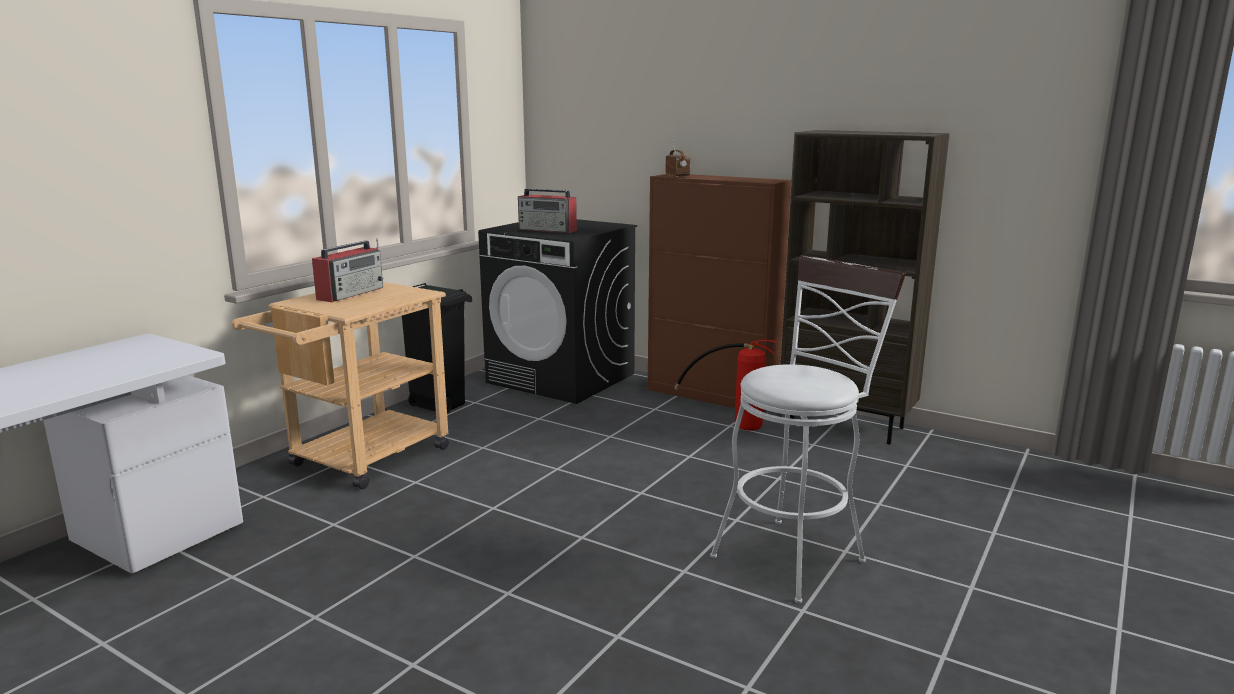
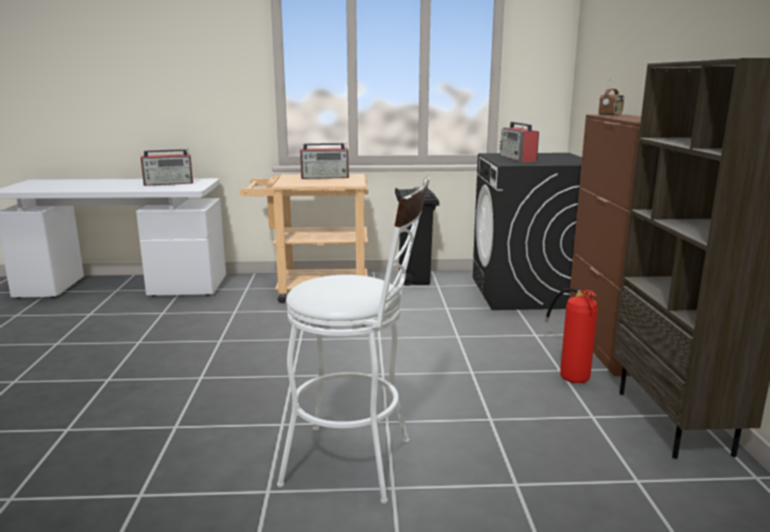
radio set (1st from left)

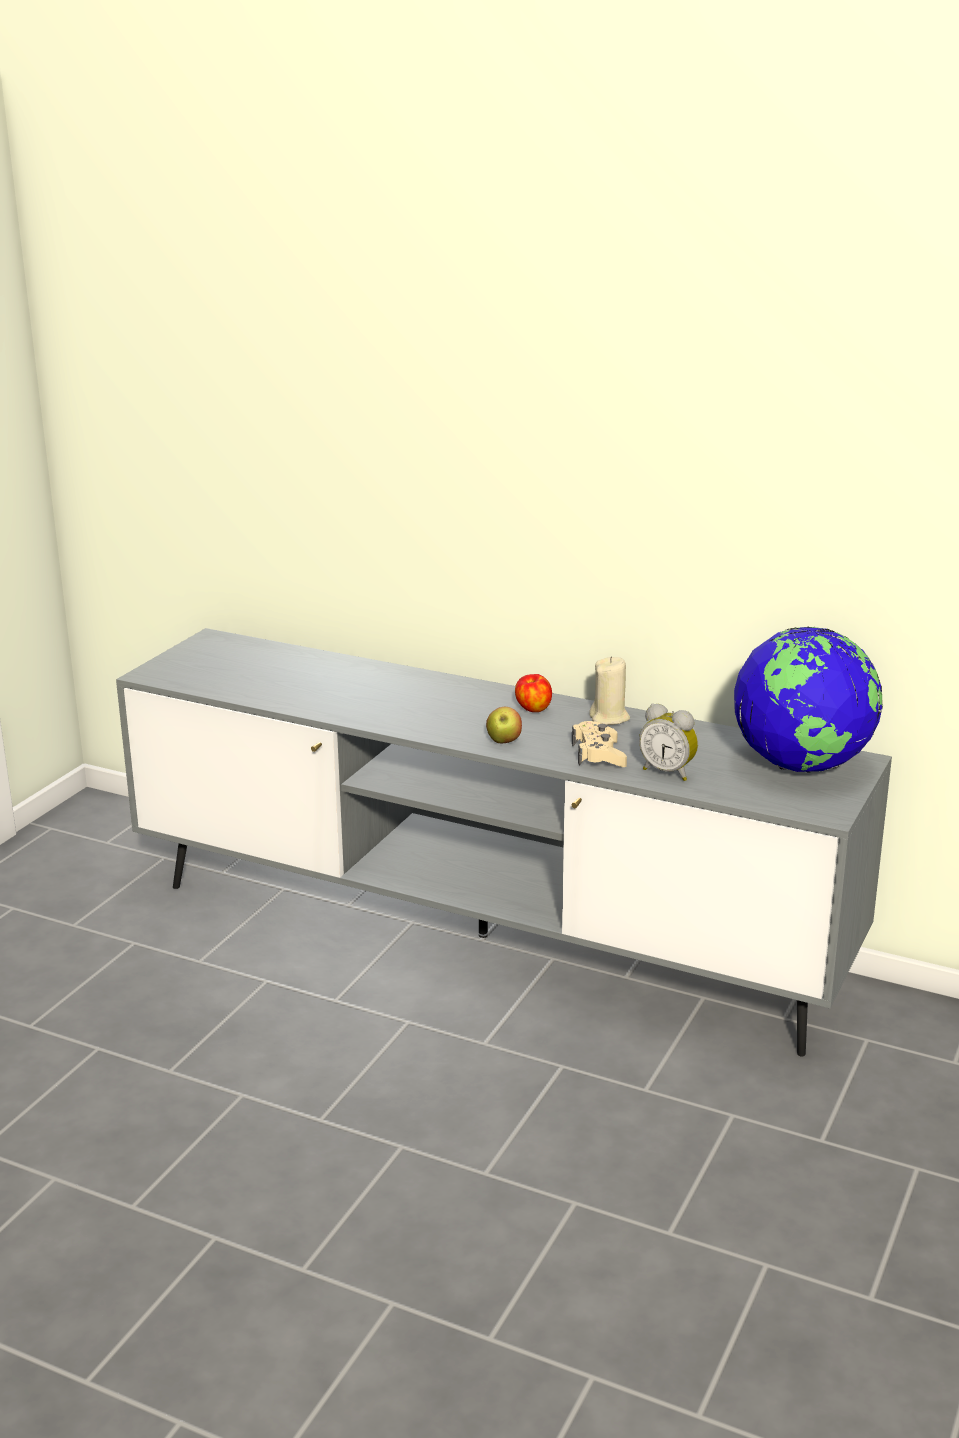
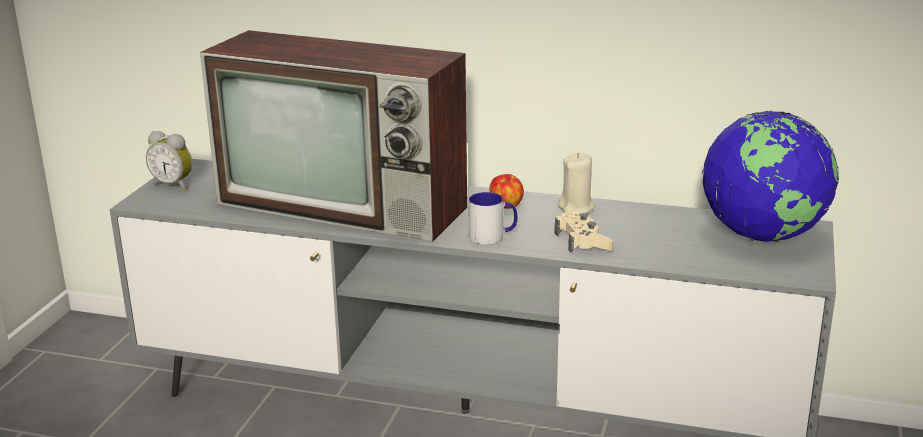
alarm clock
mug
television

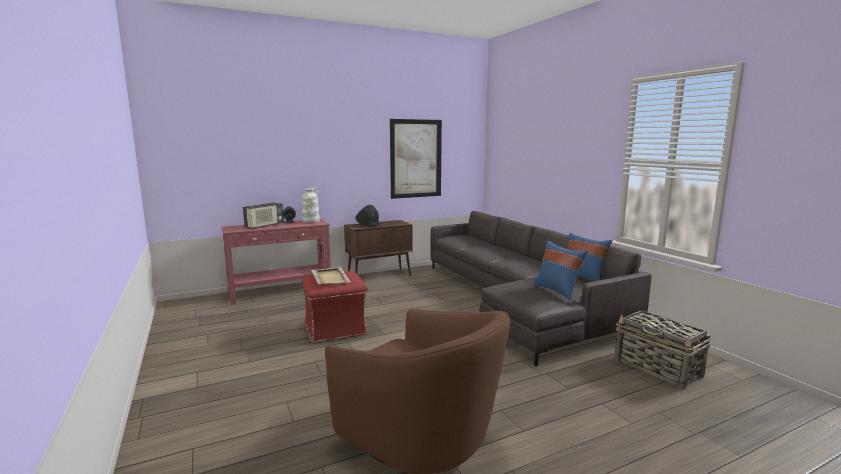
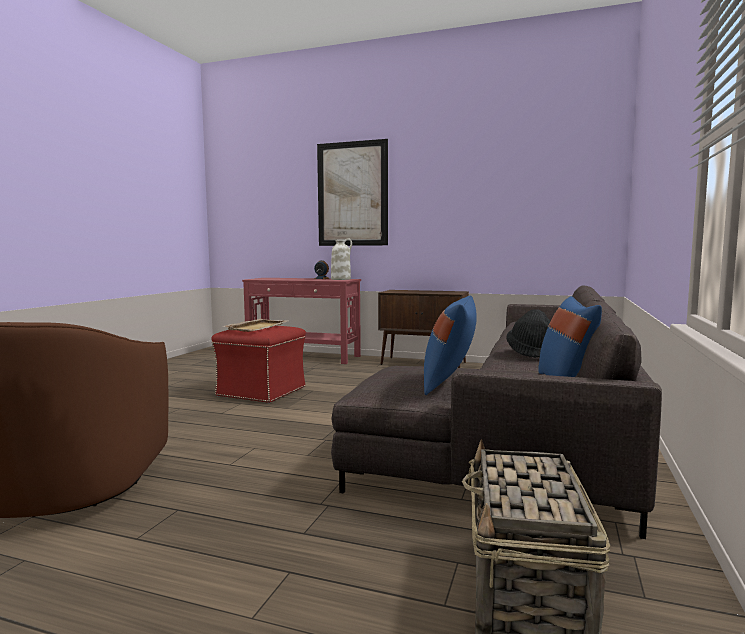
wall art
radio set
clothing hat (black-coloured)

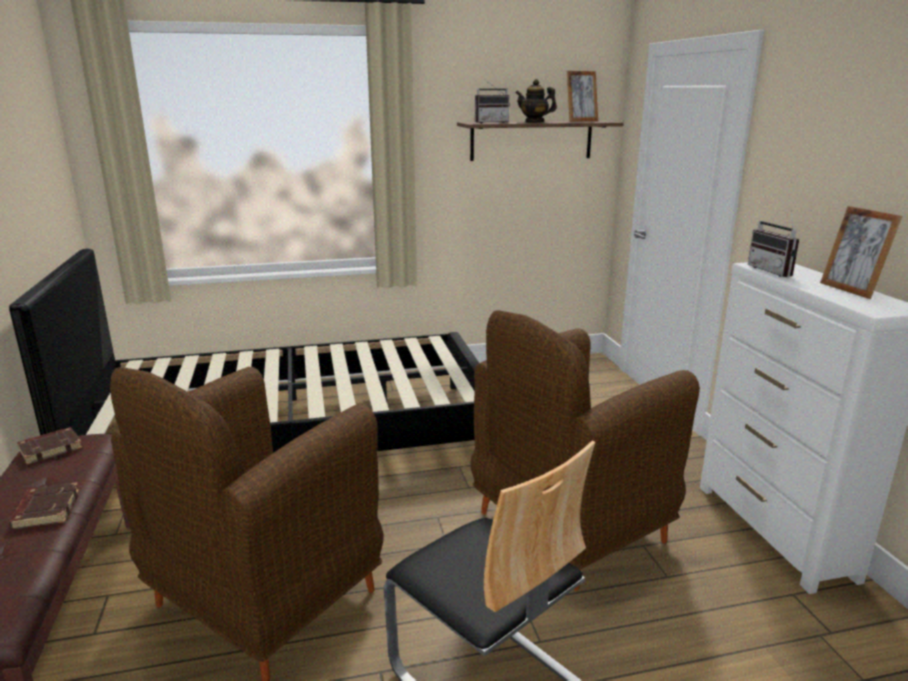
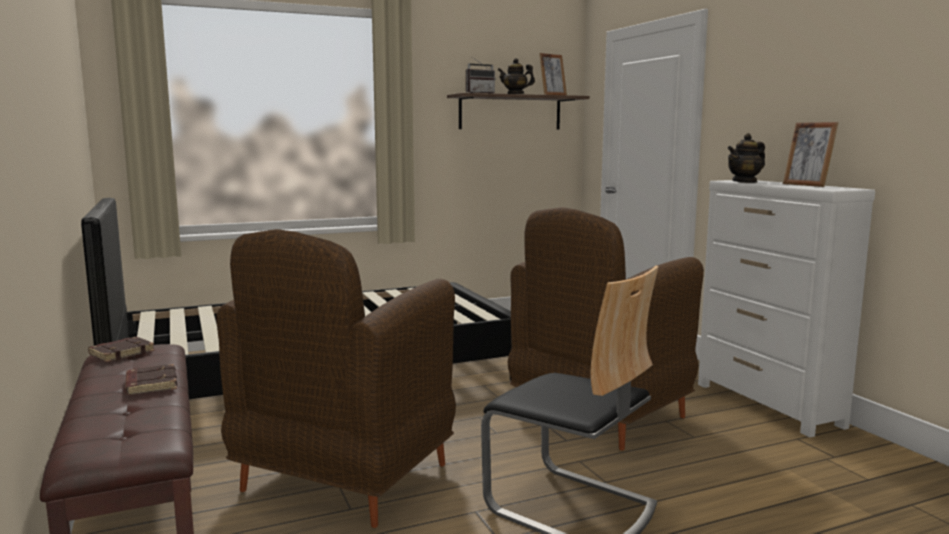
pot for tea (2nd from left)

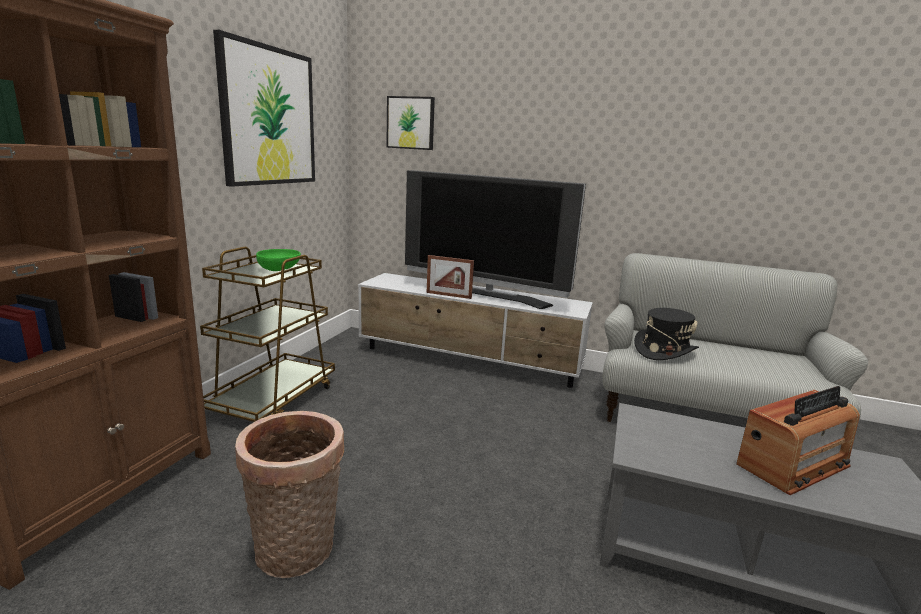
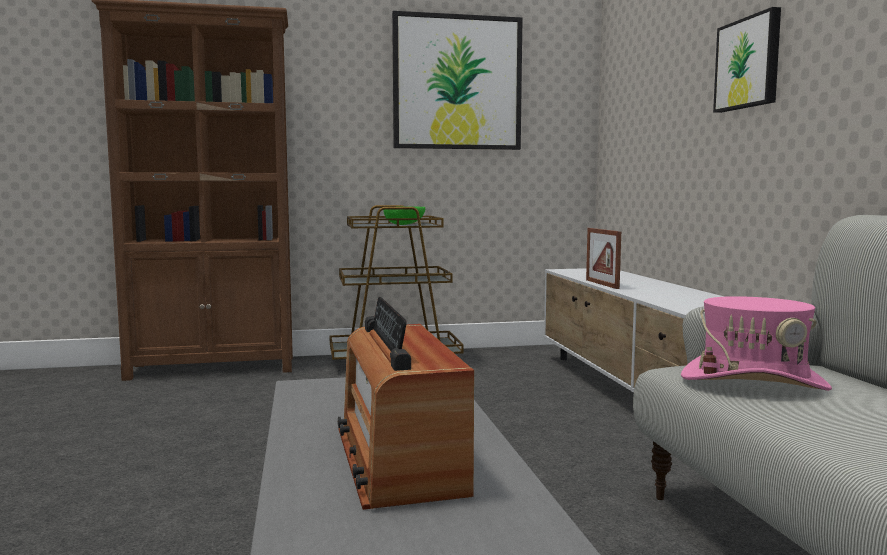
wall art (2nd from left)
television
clothing hat (pink)
radio set
basket

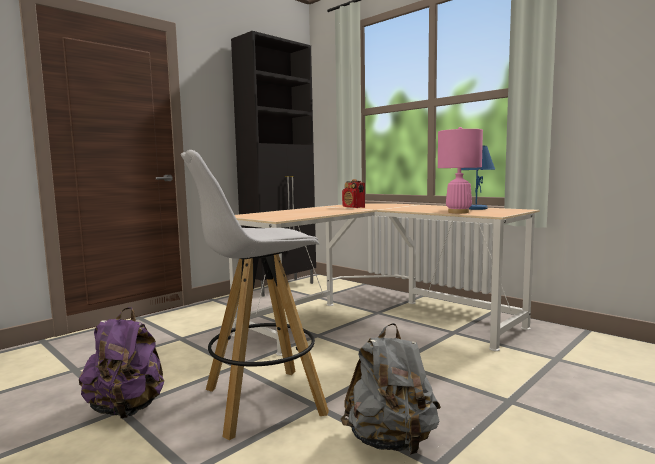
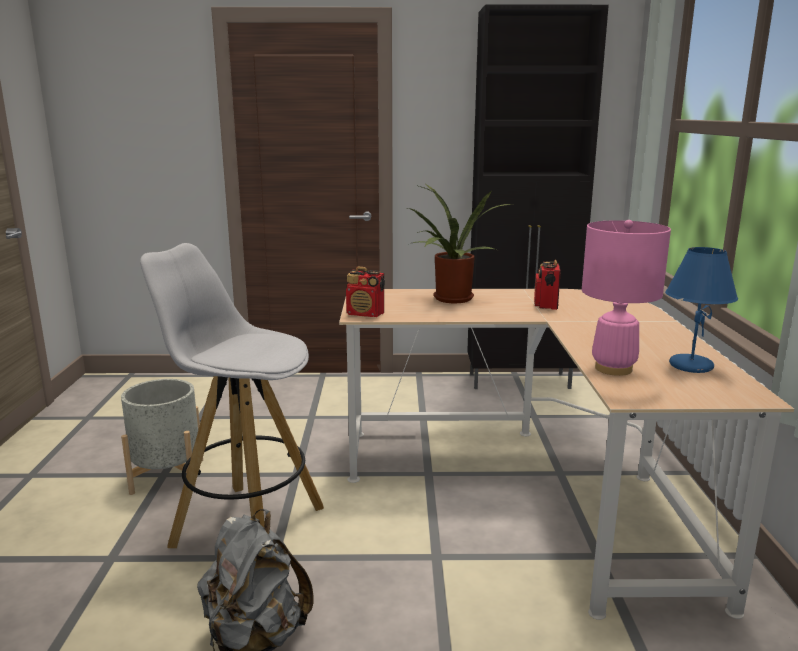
plant pot (grey)
potted plant
radio set (1st from left)

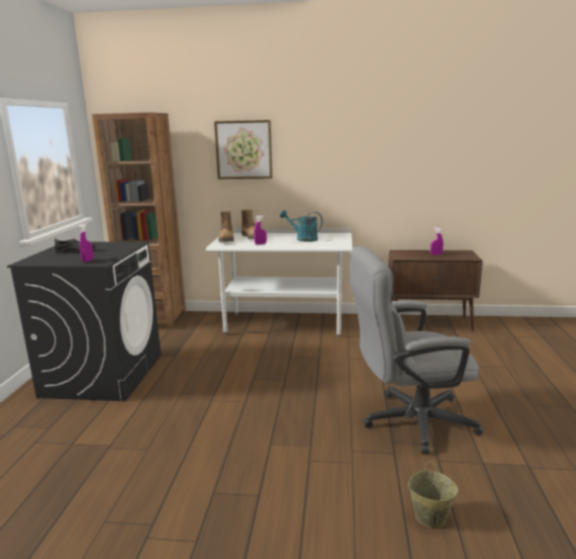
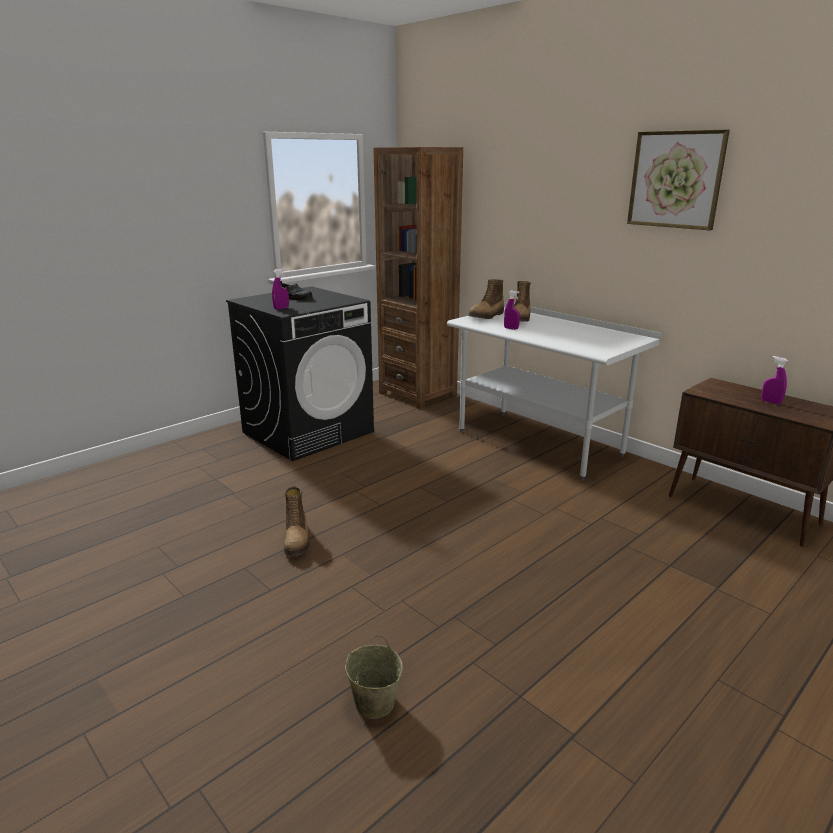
wall art
watering pot (blue-green)
computer chair (grey)
tall boot (1st from left)

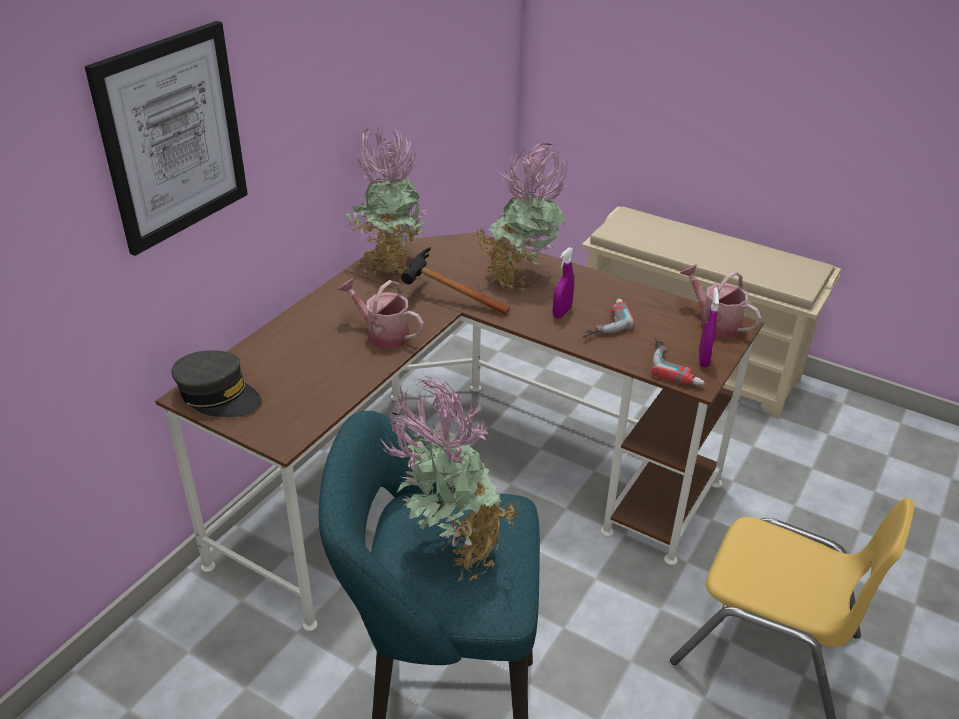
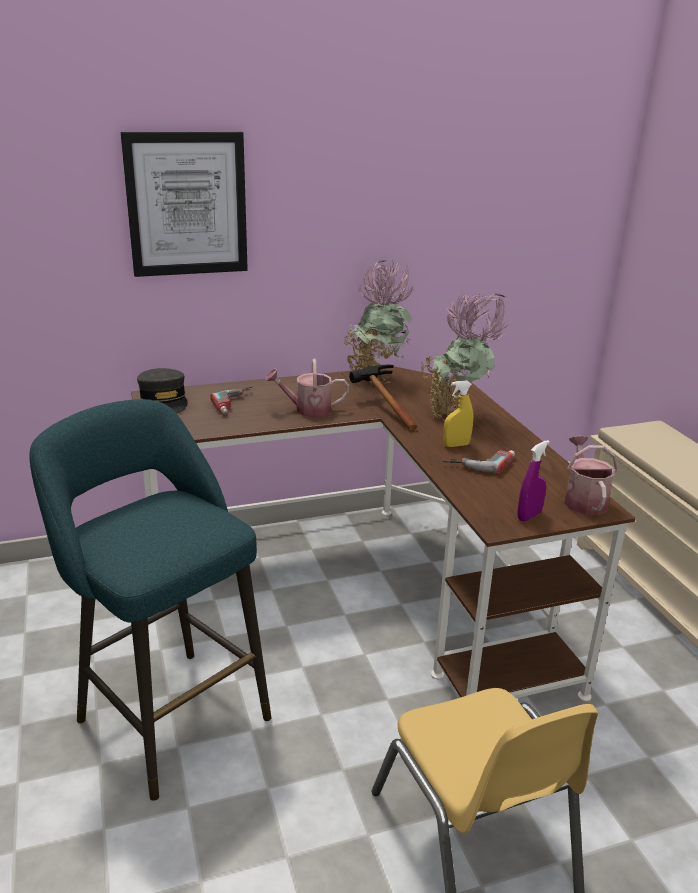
spray bottle (yellow)
watering pot (1st from left)
drill (1st from left)
potted plant (2nd from left in the first image)

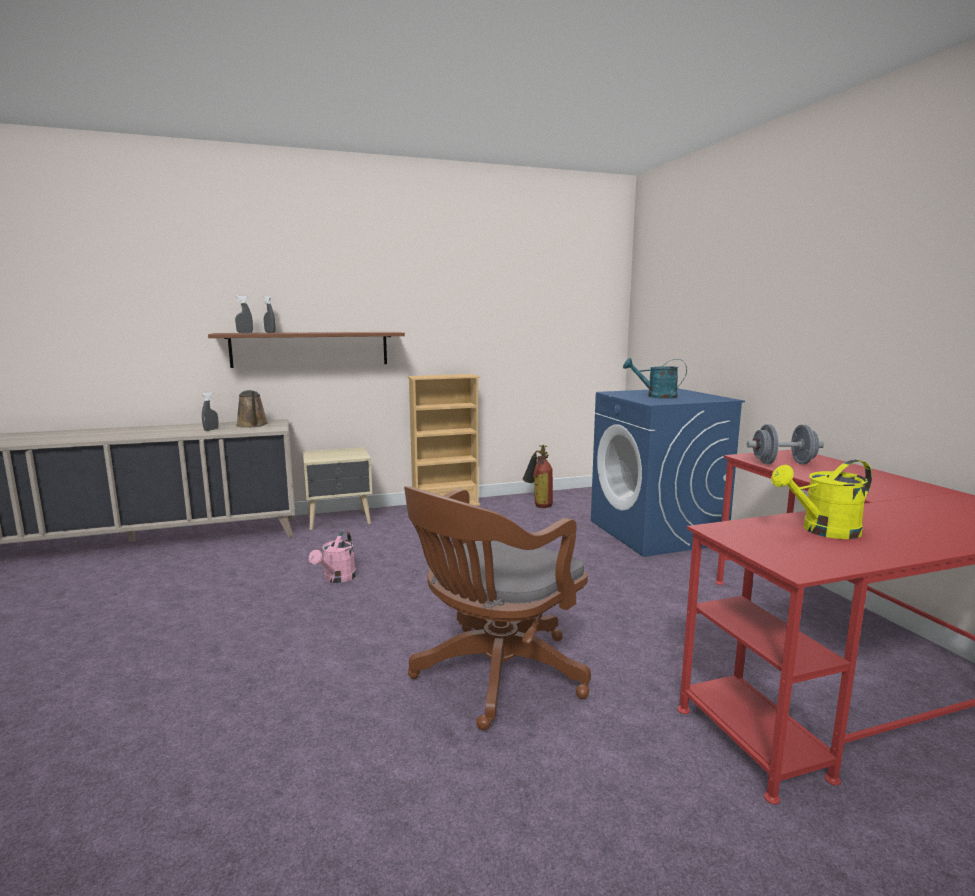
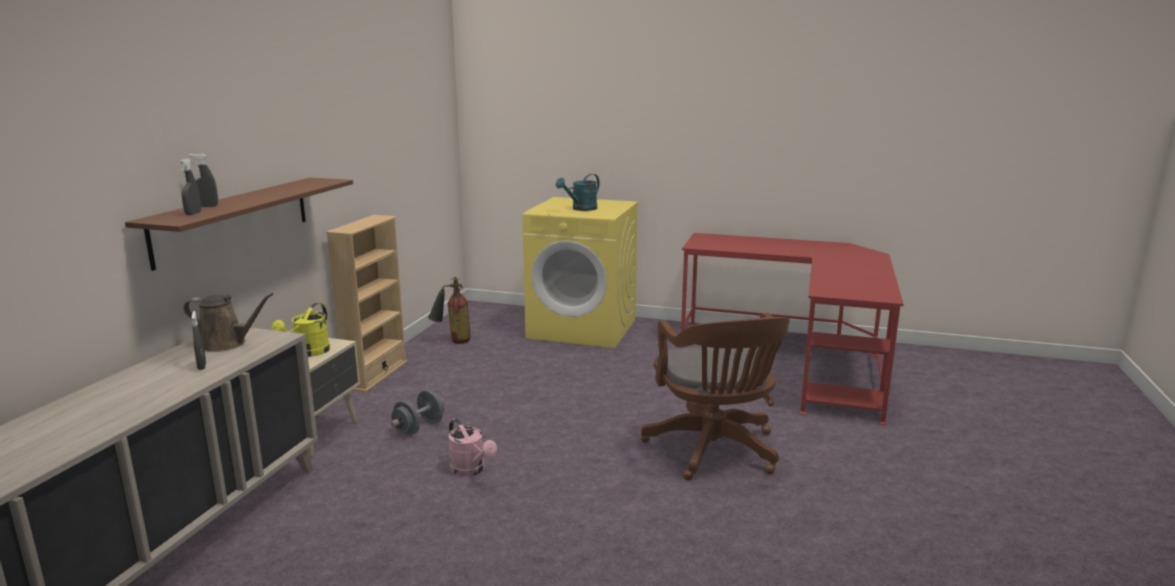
laundry appliance (yellow)
dumbbell (grey)
watering pot (yellow)

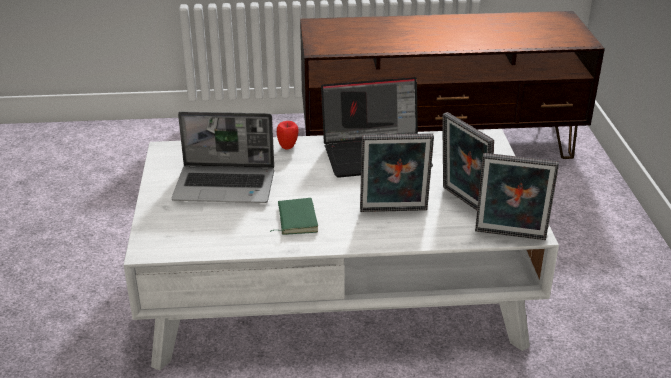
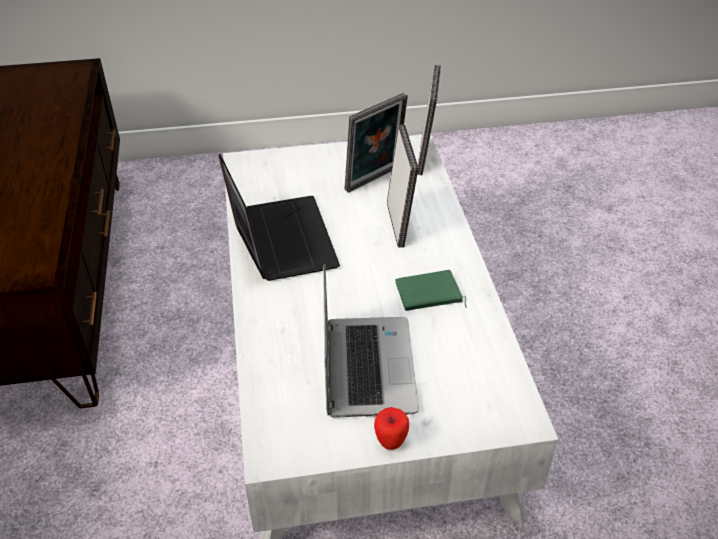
whole apple

